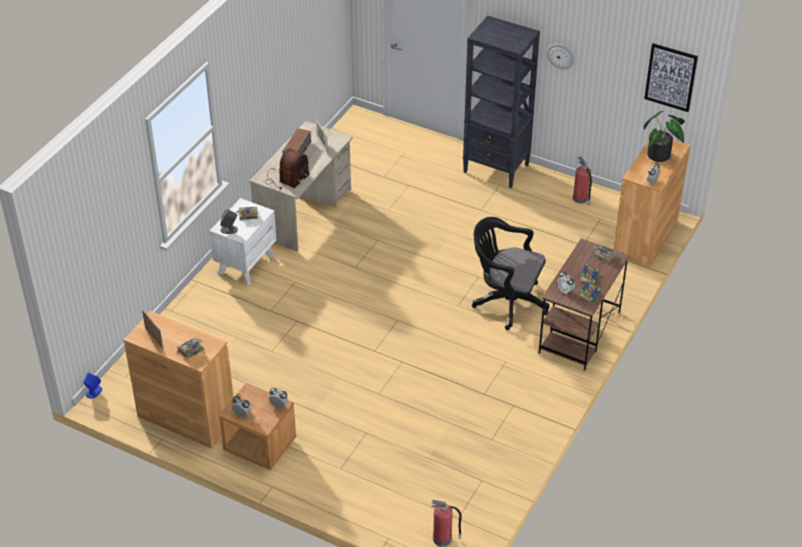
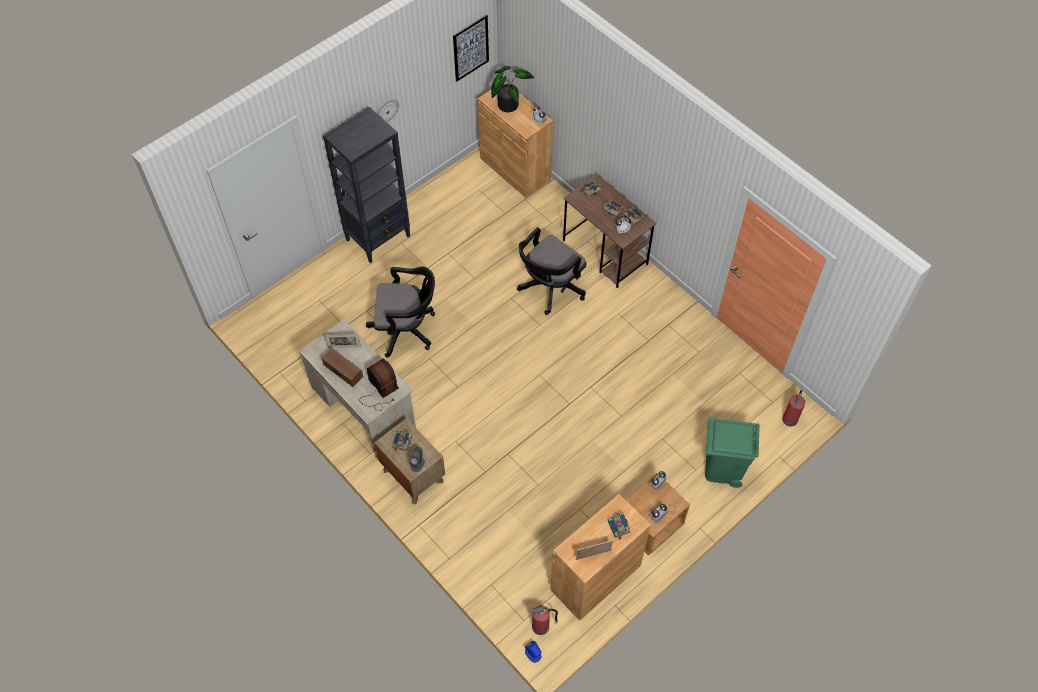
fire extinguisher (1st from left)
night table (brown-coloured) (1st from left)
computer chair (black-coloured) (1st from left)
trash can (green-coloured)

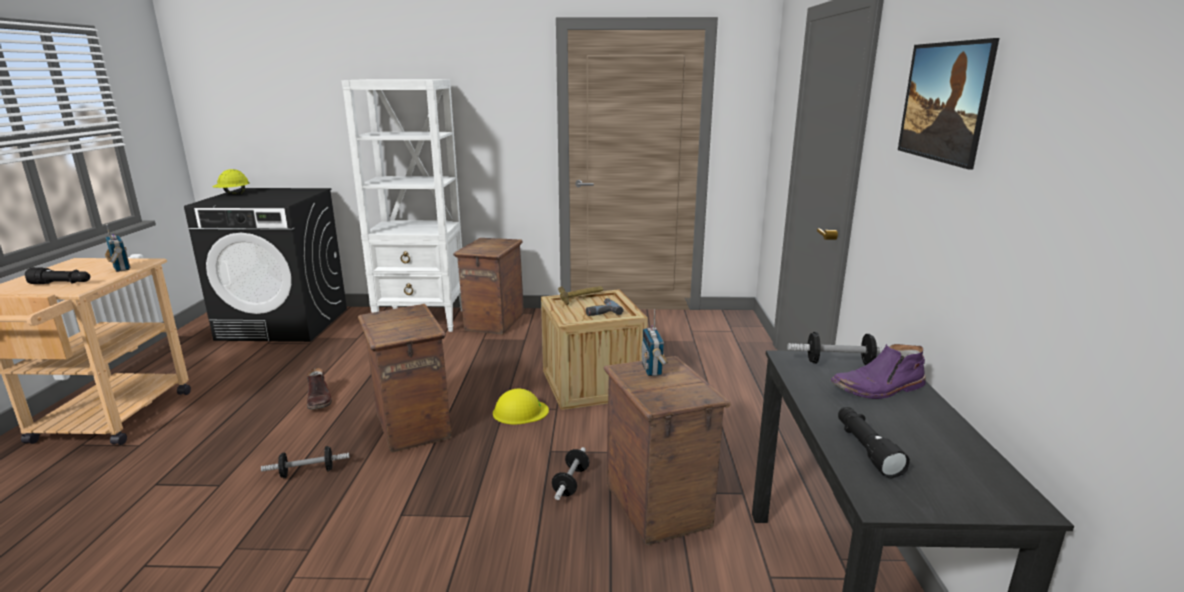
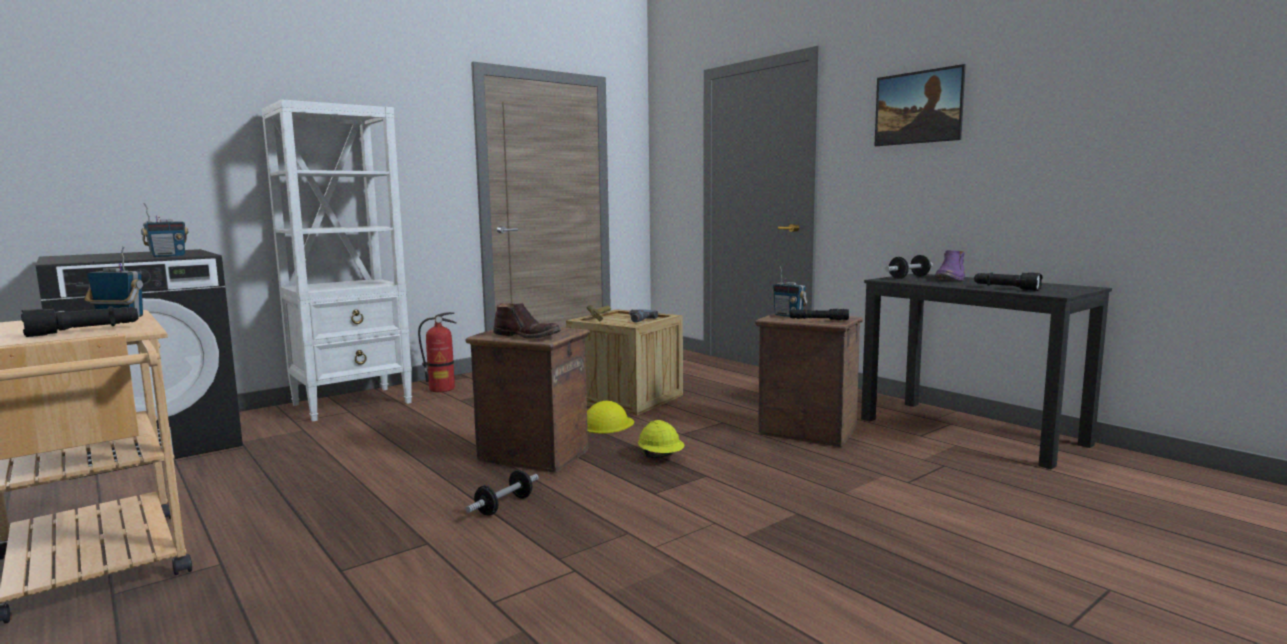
hard hat (yellow) (2nd from left)
fire extinguisher
tall boot (brown-coloured)
dumbbell (2nd from left in the first image)
radio set (2nd from left)
hand torch (black-coloured) (2nd from left)

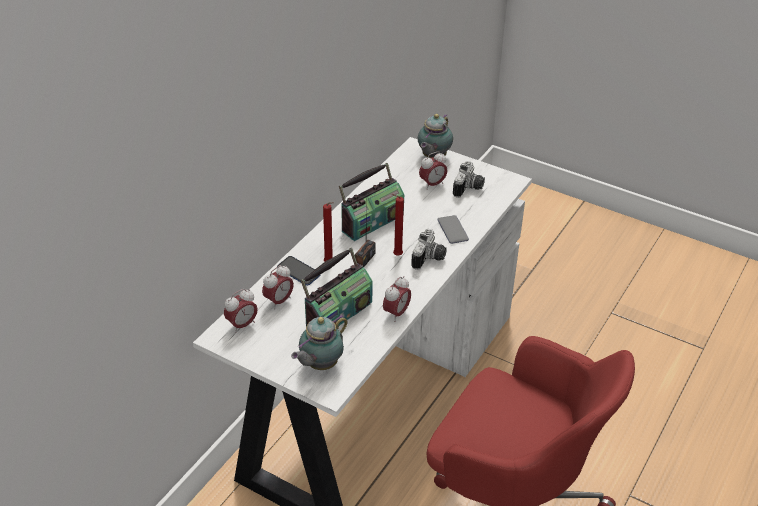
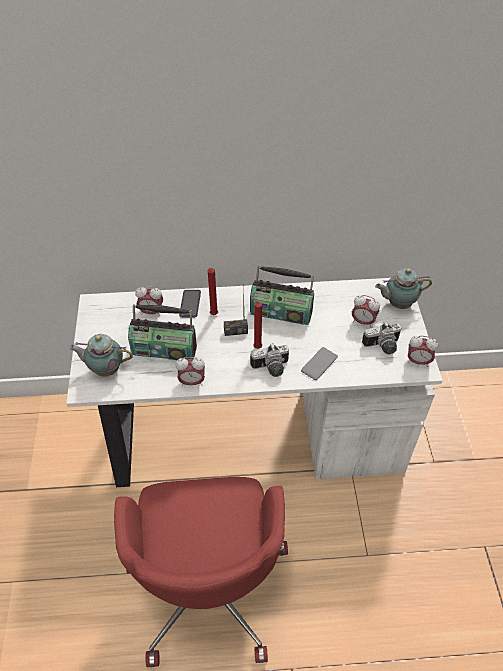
alarm clock (4th from left)

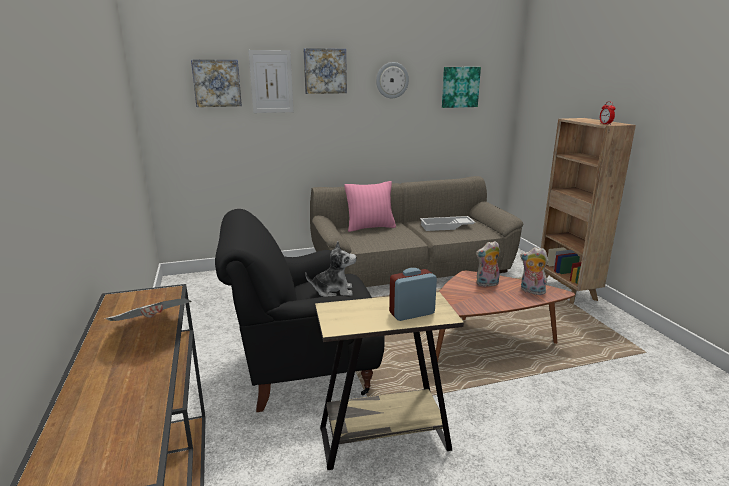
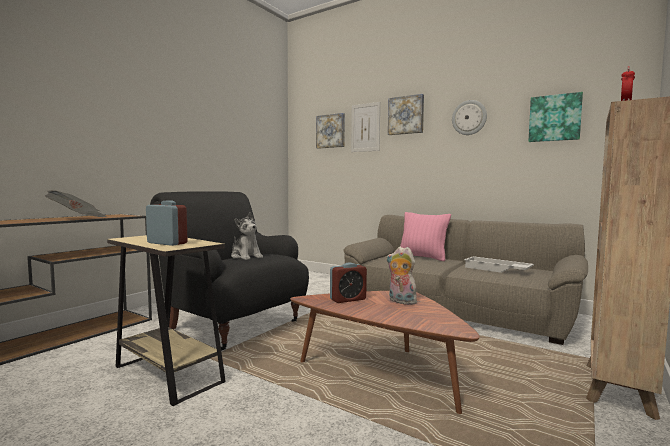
plush toy (3rd from left in the first image)
alarm clock (2nd from left)

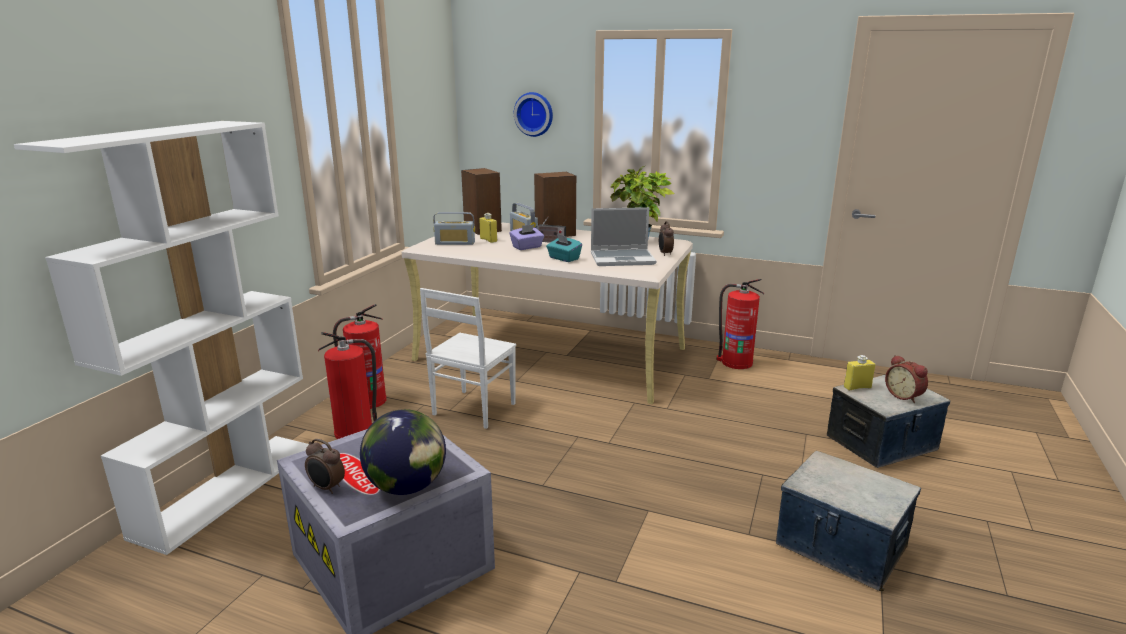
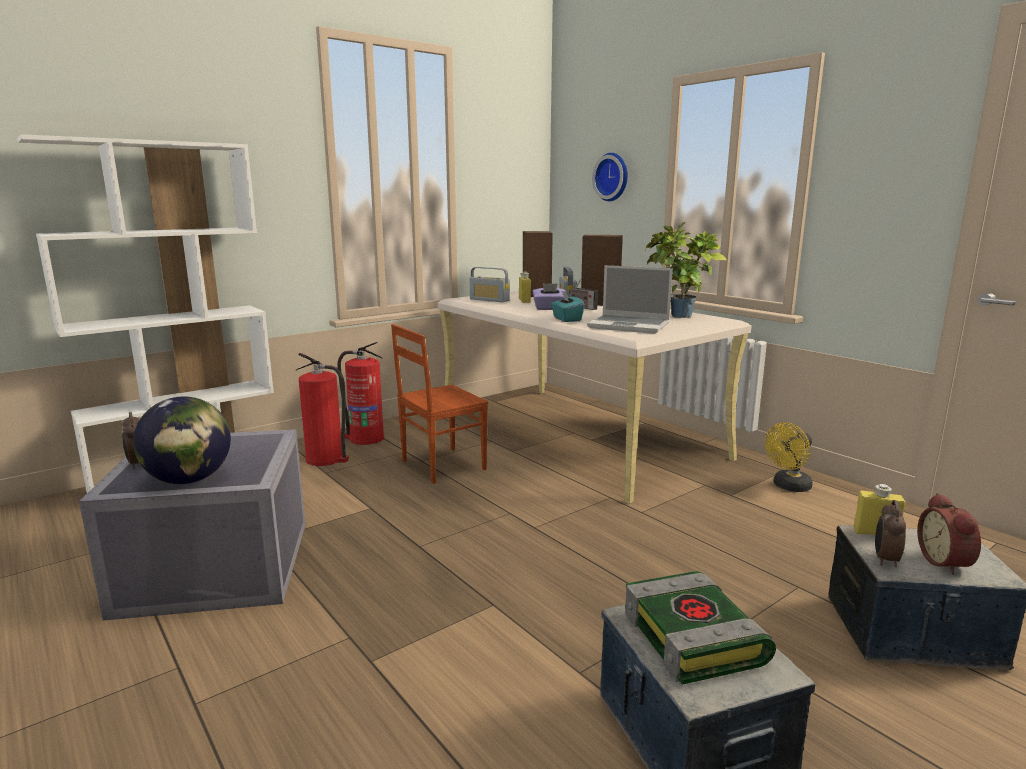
alarm clock (2nd from left)
fan (yellow)
chair (brown-coloured)
book

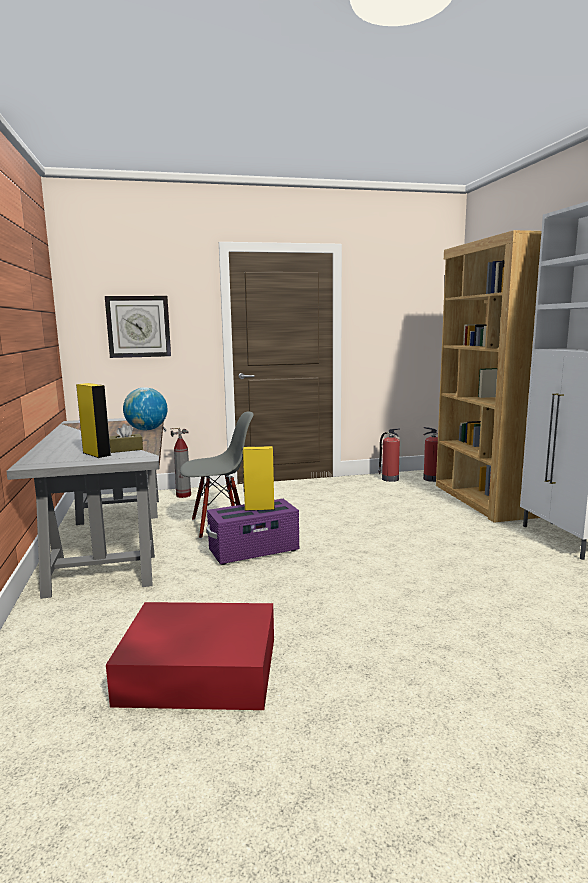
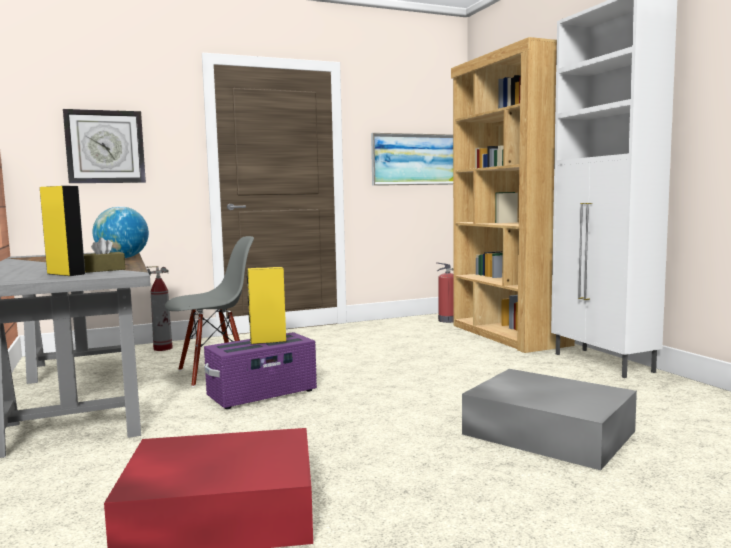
fire extinguisher (2nd from left in the first image)
wall art
storage box (grey)

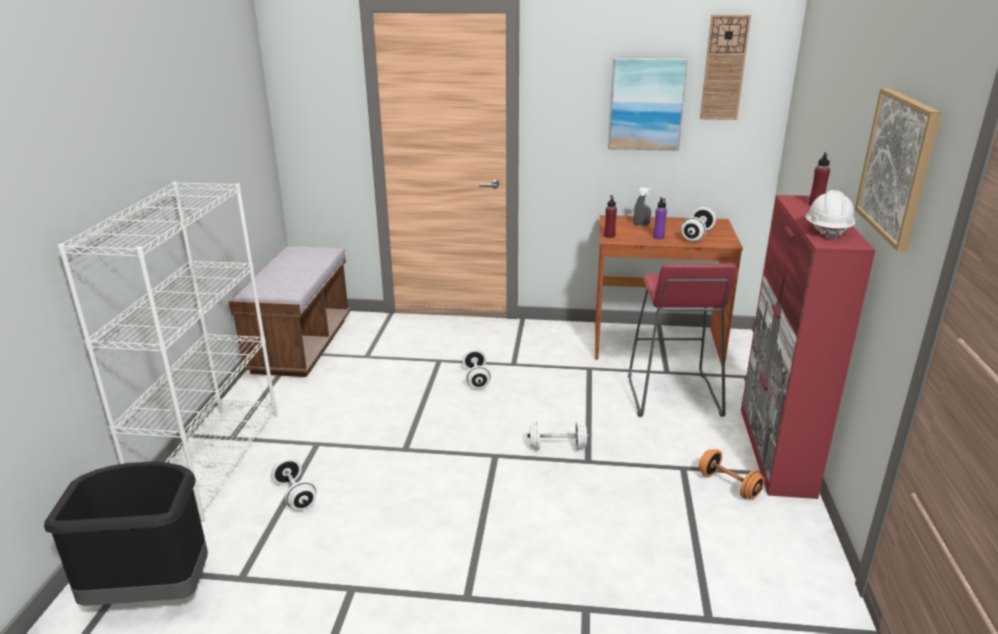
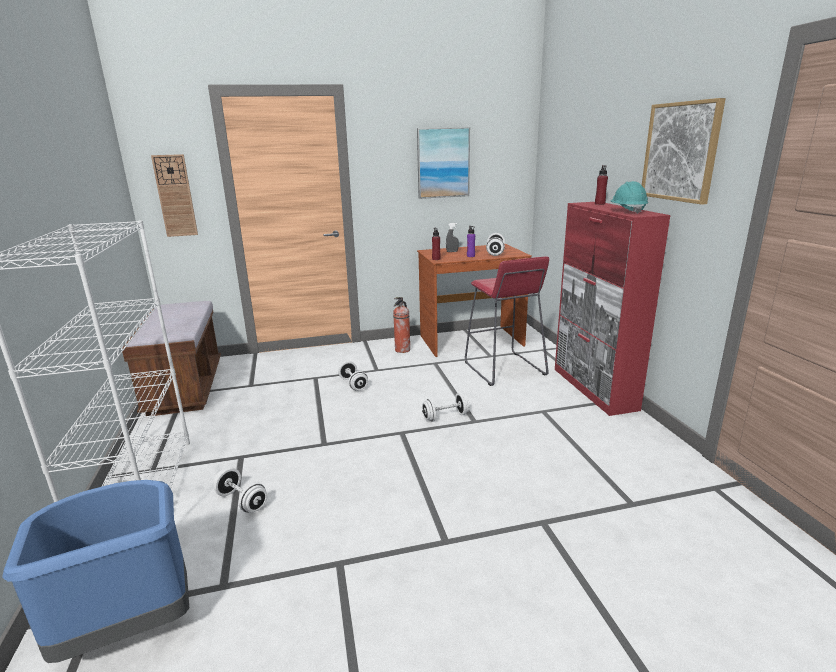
hanging clock
hard hat (blue-green)
dumbbell (orange)
trash can (blue)
fire extinguisher

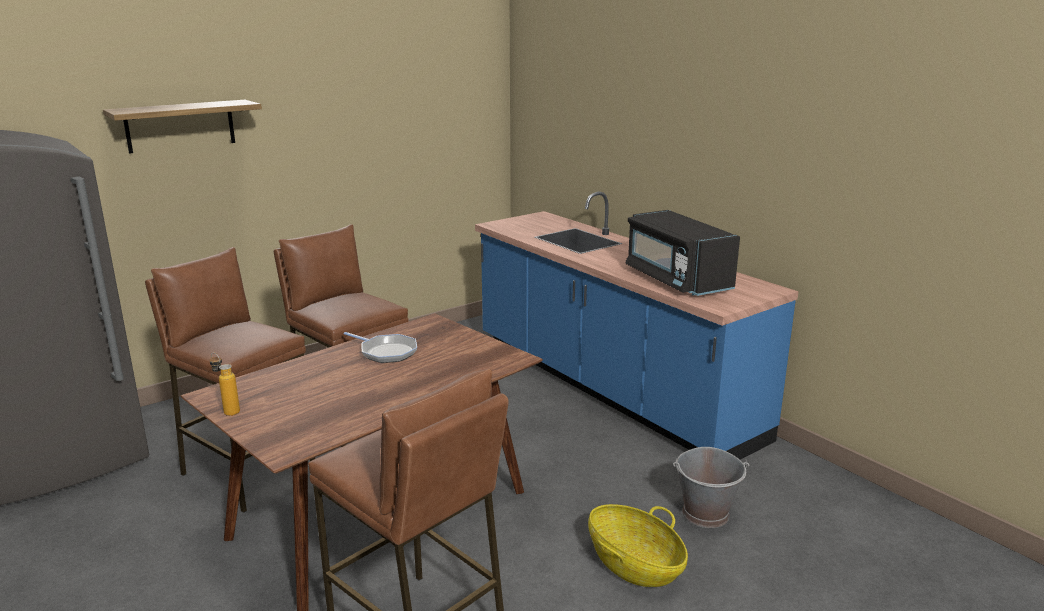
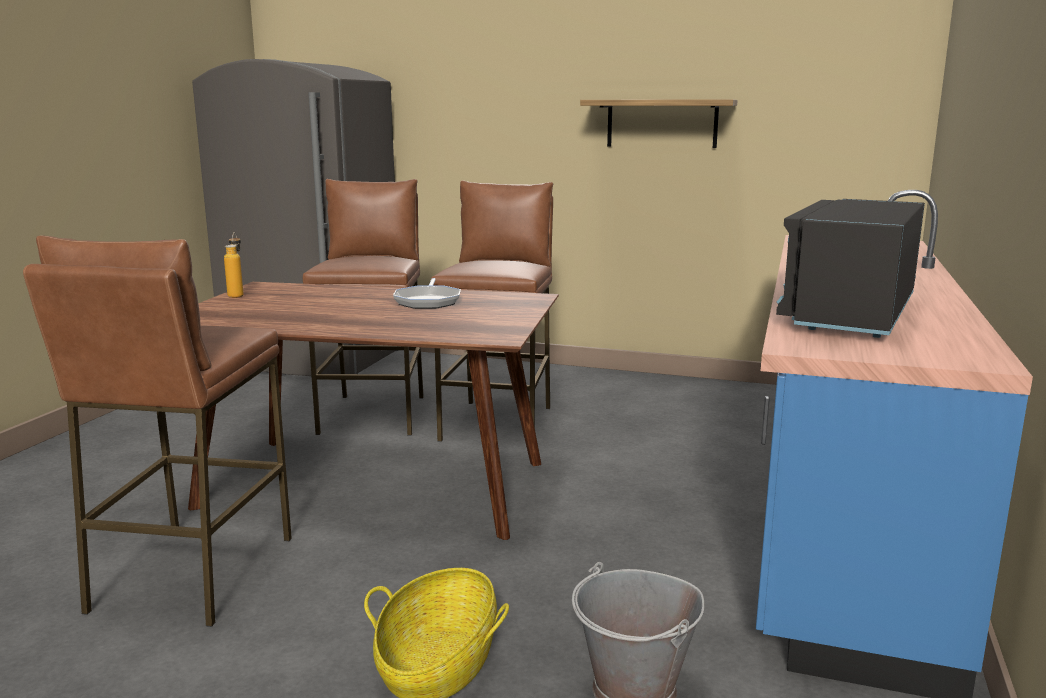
bracket shelf

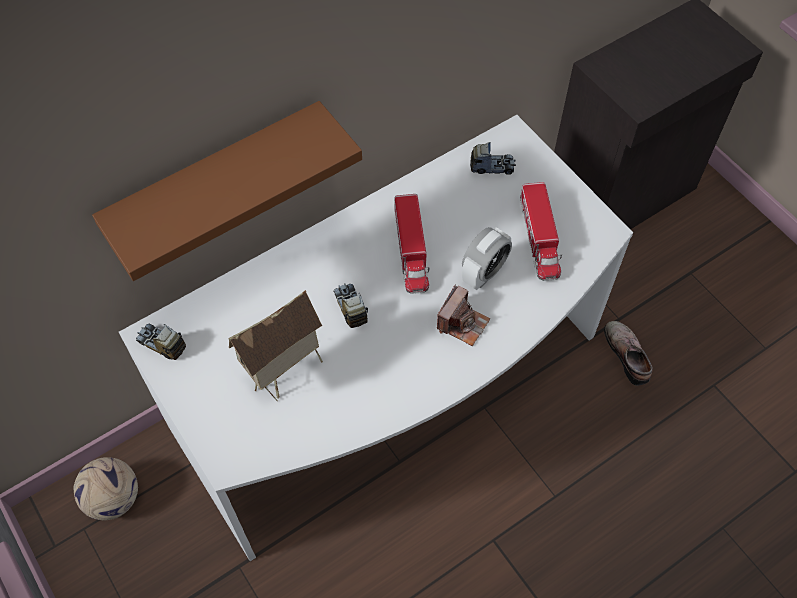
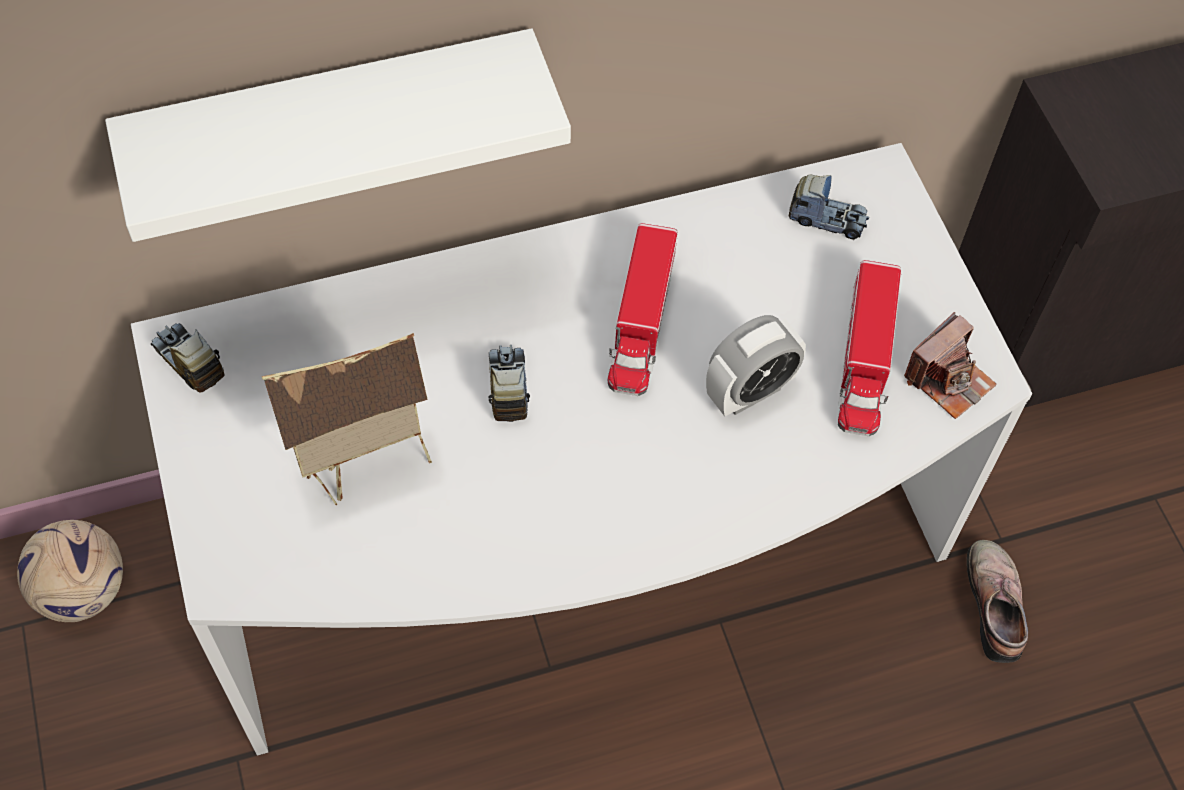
bracket shelf (whitish)
still camera

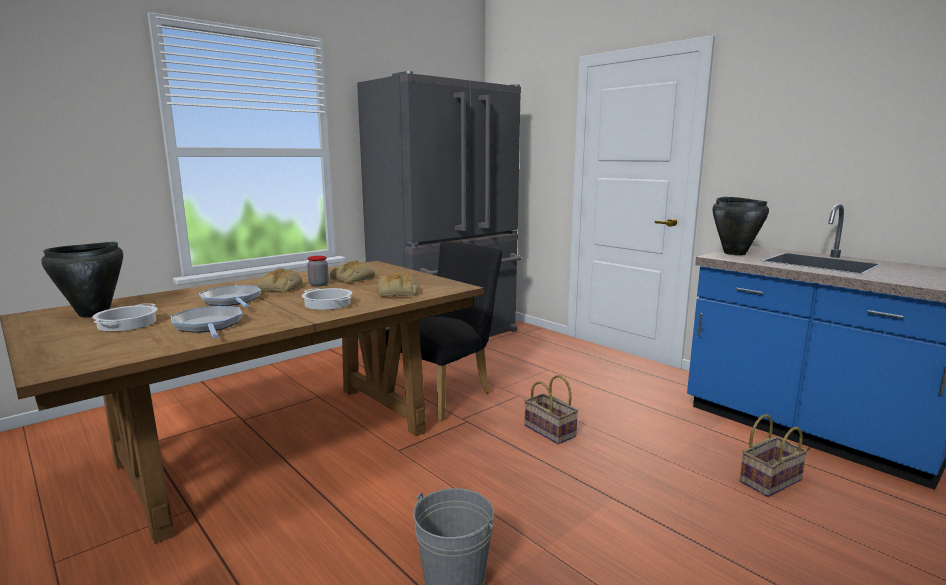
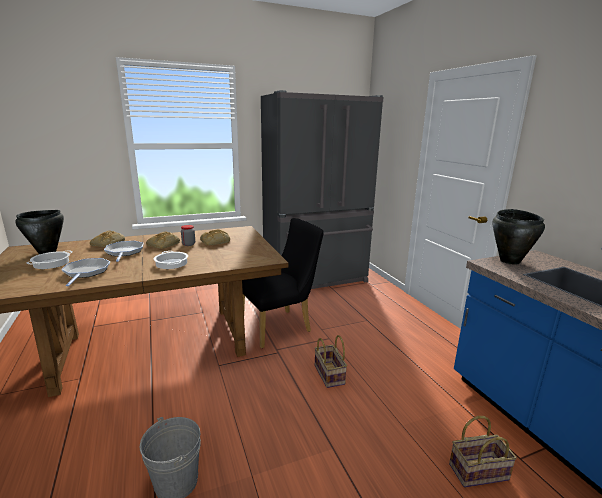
bakery bread (1st from left)

